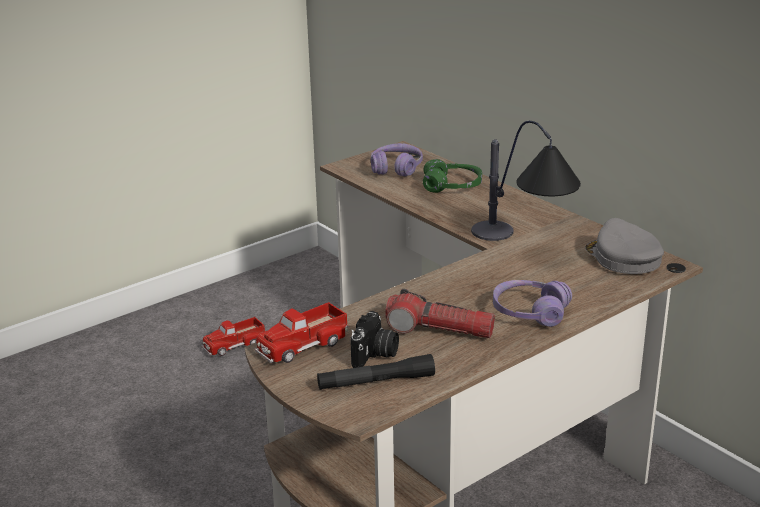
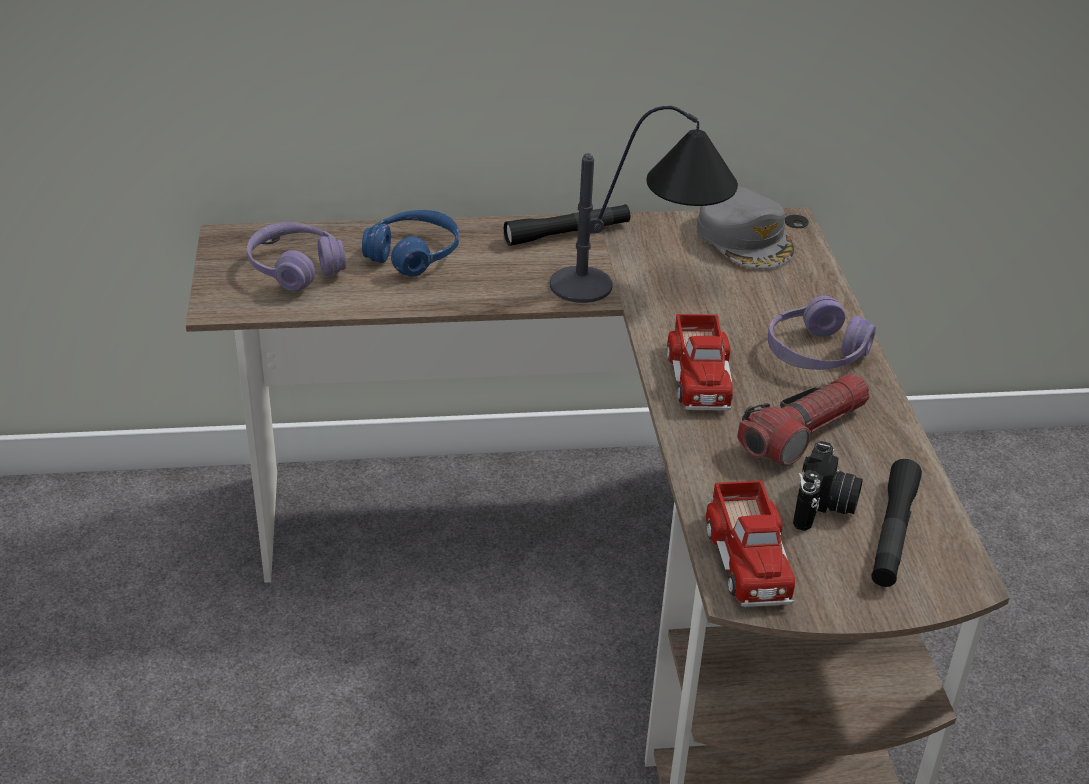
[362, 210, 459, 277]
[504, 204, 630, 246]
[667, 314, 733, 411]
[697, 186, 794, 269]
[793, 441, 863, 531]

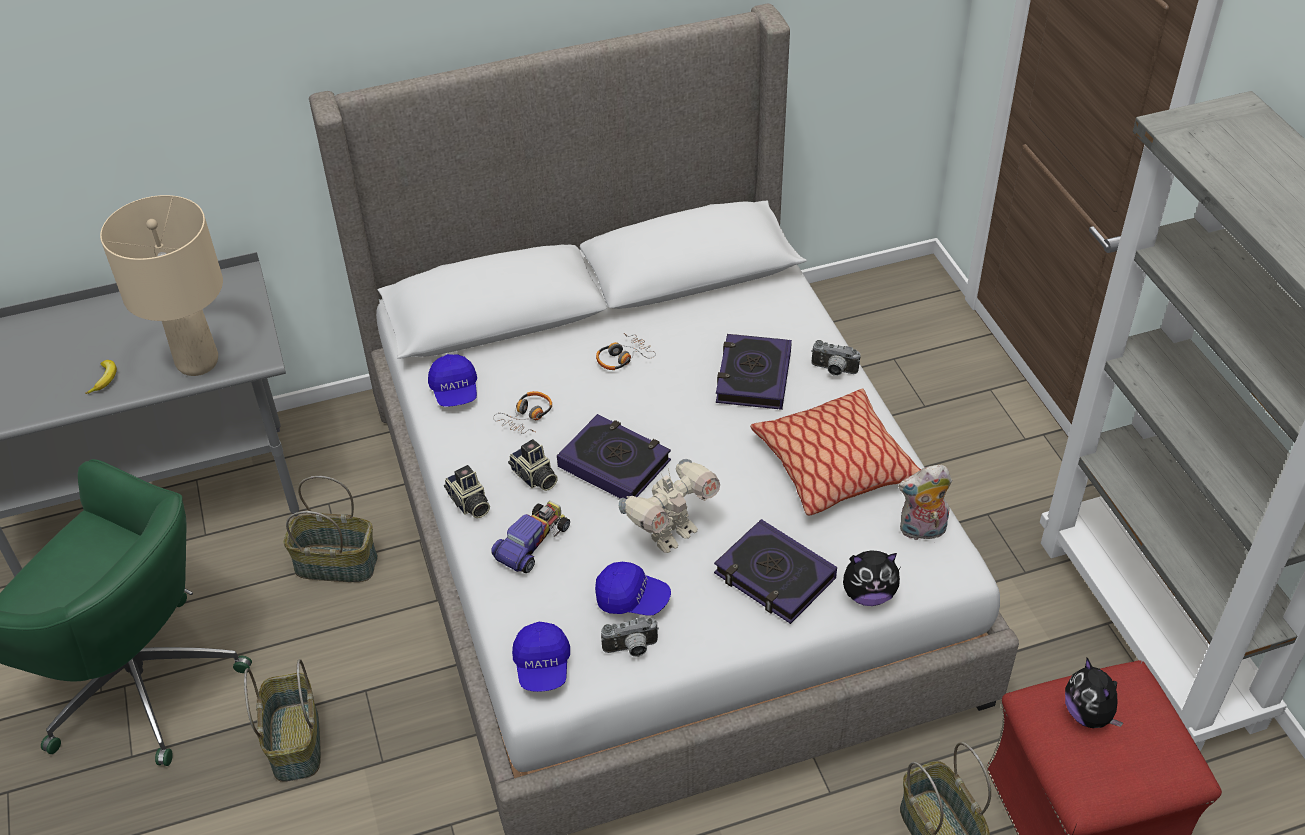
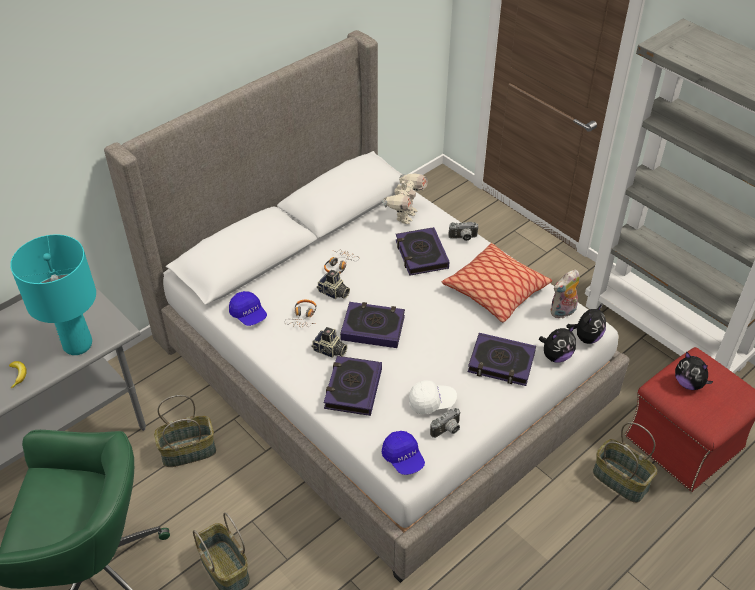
[10, 235, 96, 355]
[317, 270, 350, 299]
[324, 356, 382, 416]
[382, 173, 428, 225]
[409, 380, 457, 414]
[566, 304, 606, 344]

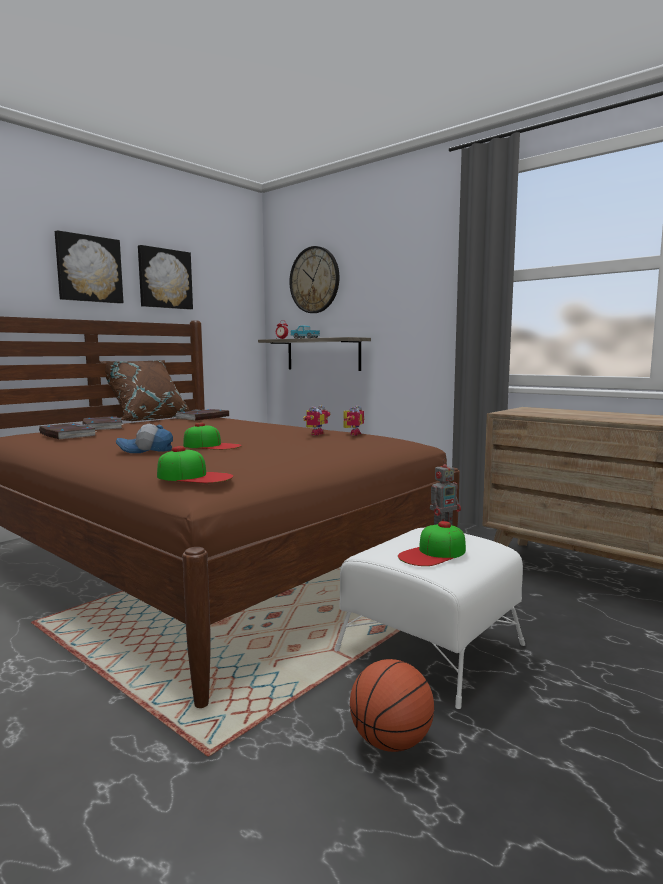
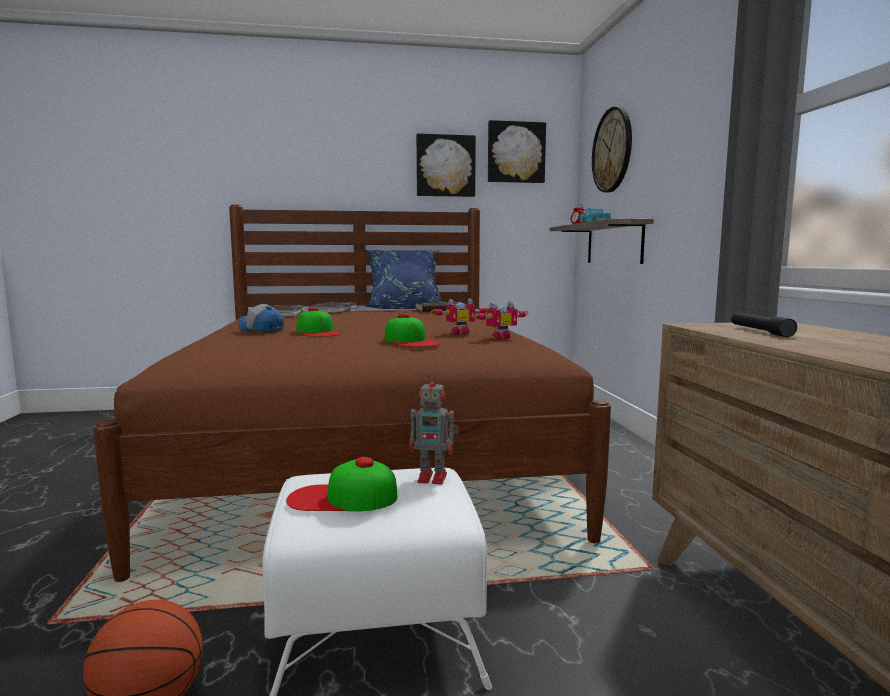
[365, 250, 442, 309]
[385, 314, 440, 347]
[488, 120, 546, 183]
[731, 313, 797, 337]

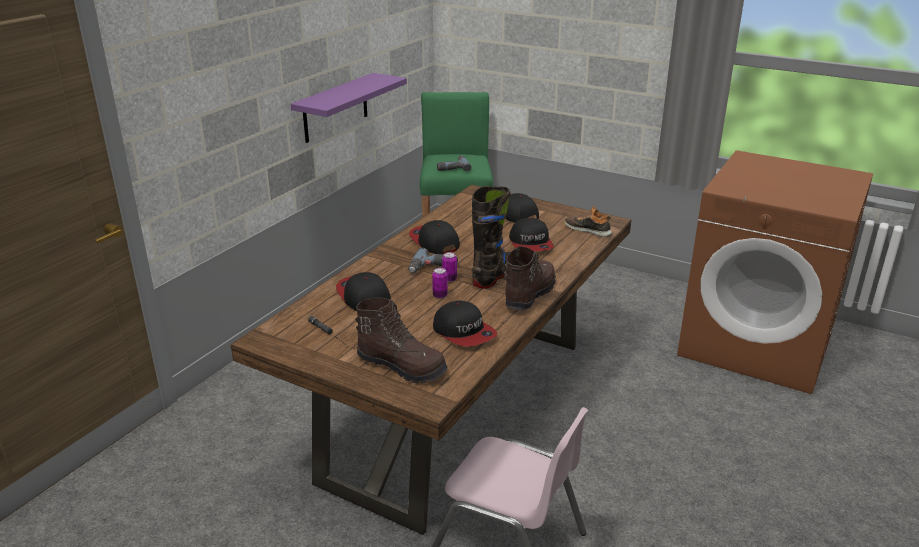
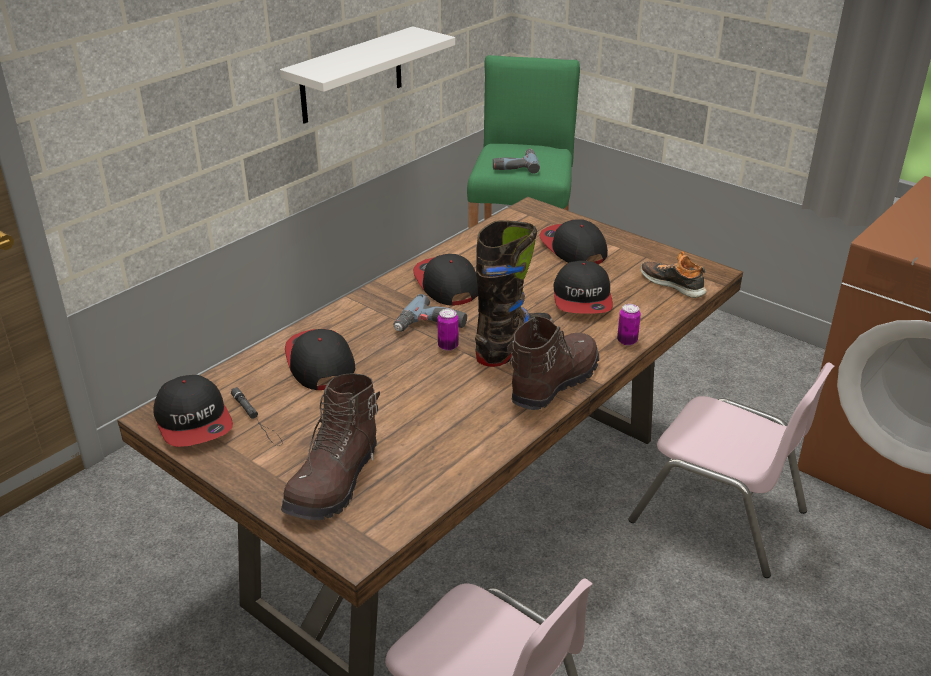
[153, 375, 233, 447]
[280, 26, 455, 124]
[281, 373, 380, 520]
[617, 304, 641, 345]
[628, 362, 835, 578]

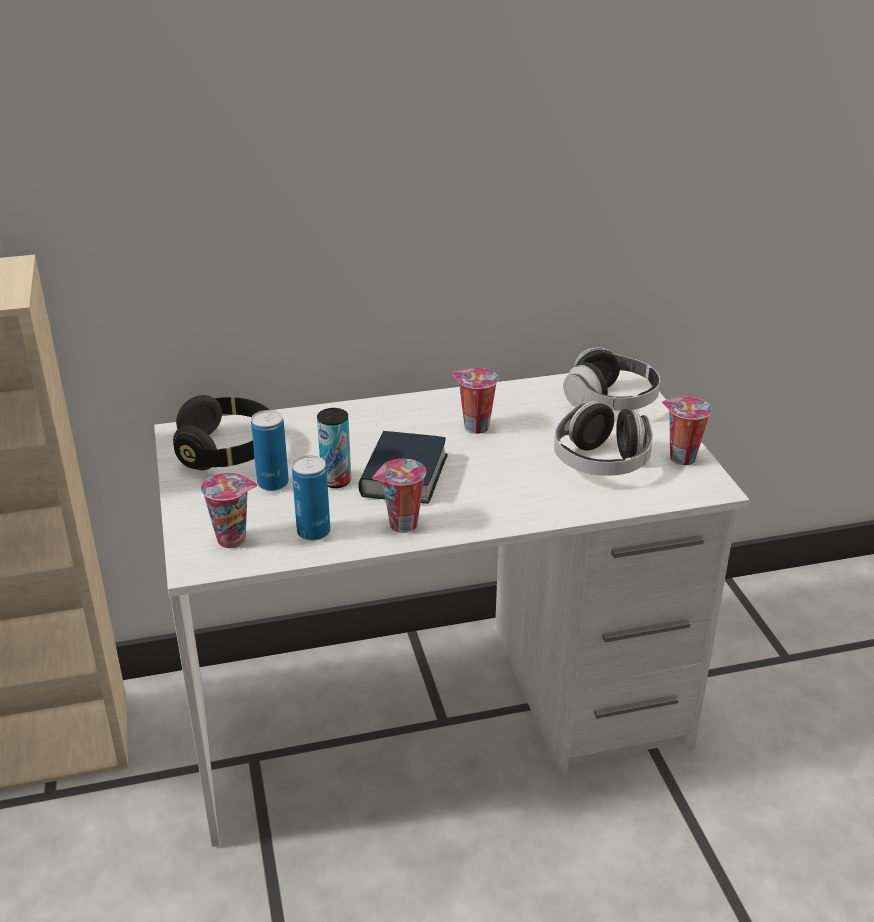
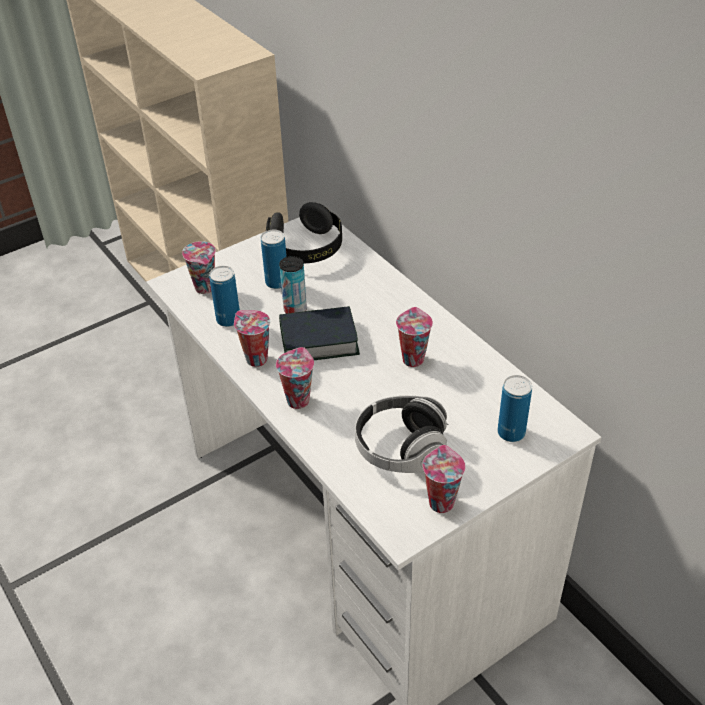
[276, 347, 314, 409]
[497, 375, 532, 442]

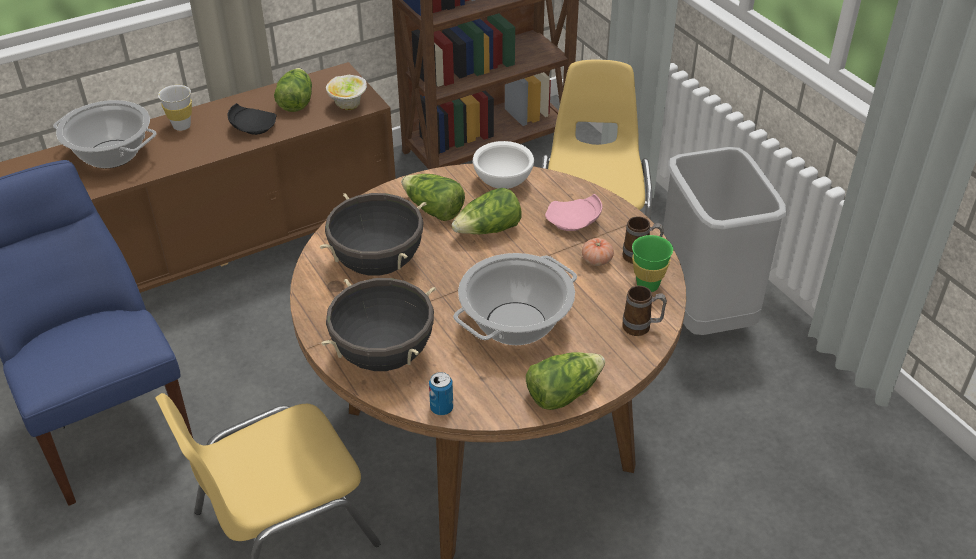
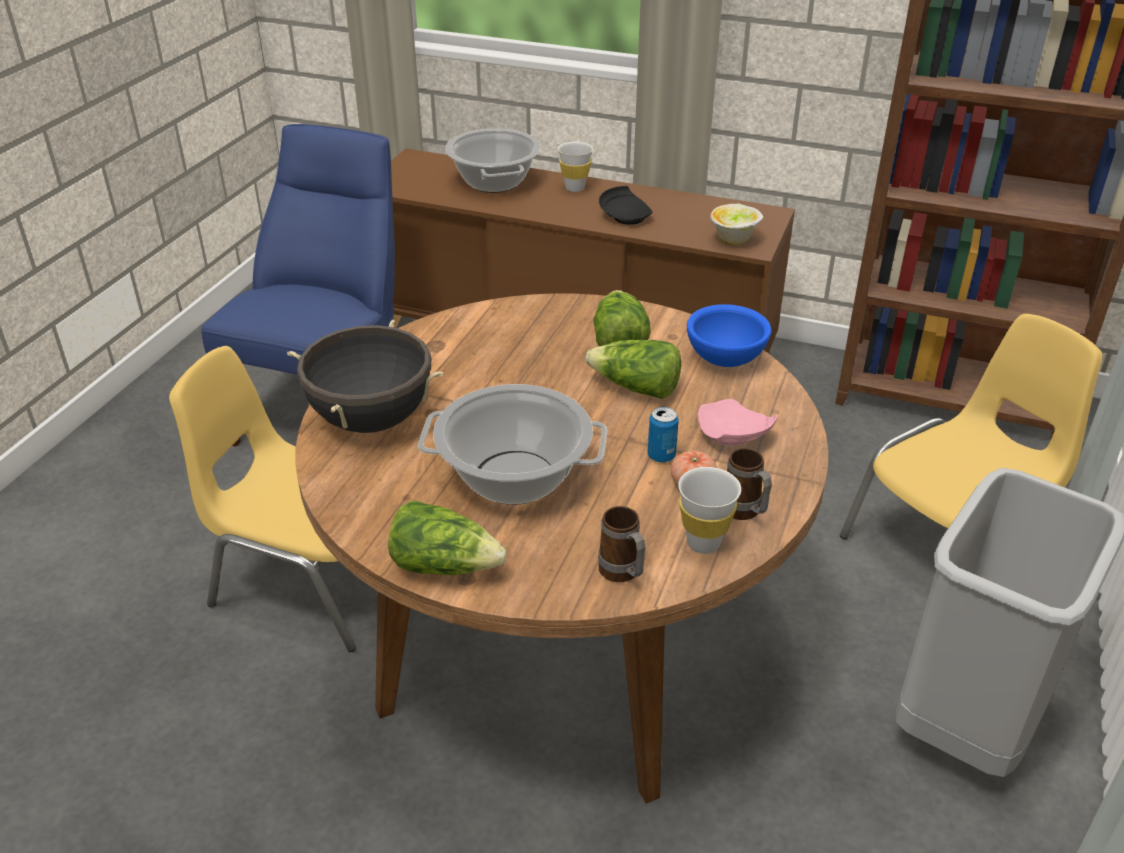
[647, 407, 679, 463]
[678, 467, 741, 554]
[687, 304, 771, 367]
[274, 68, 312, 112] (first image)
[319, 193, 426, 276] (first image)

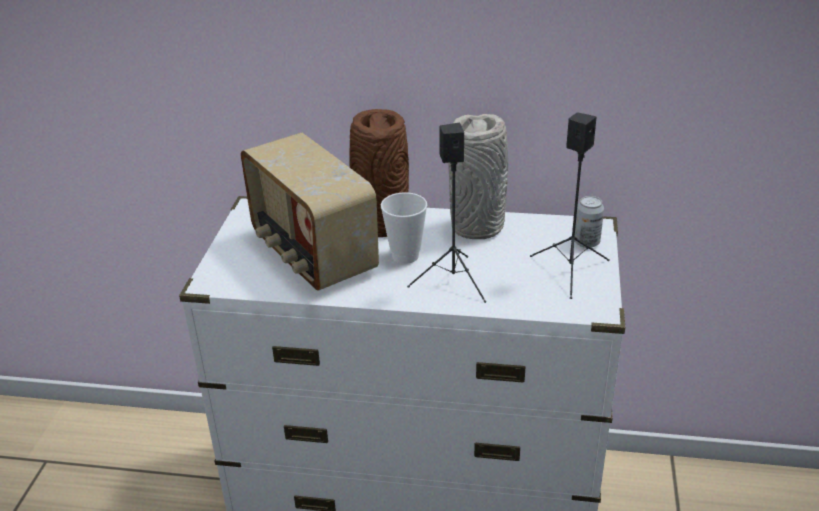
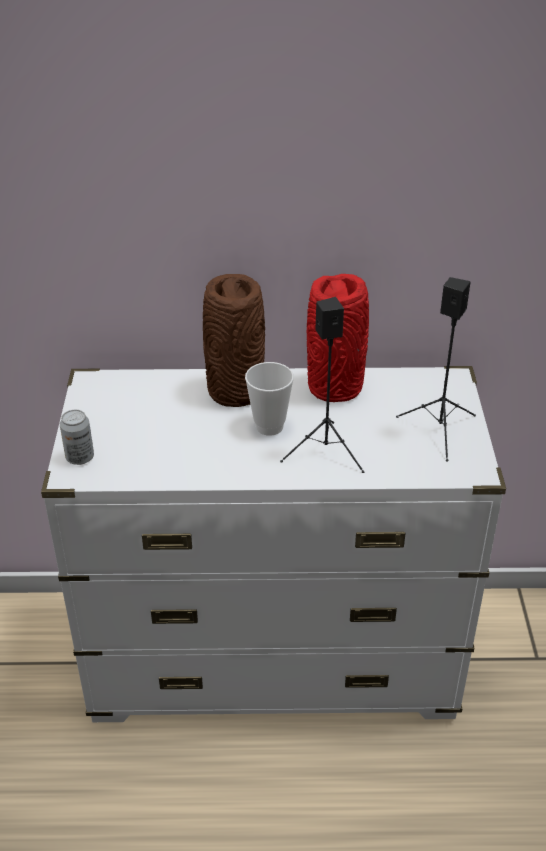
[60, 410, 94, 465]
[307, 274, 369, 402]
[241, 132, 379, 291] (first image)

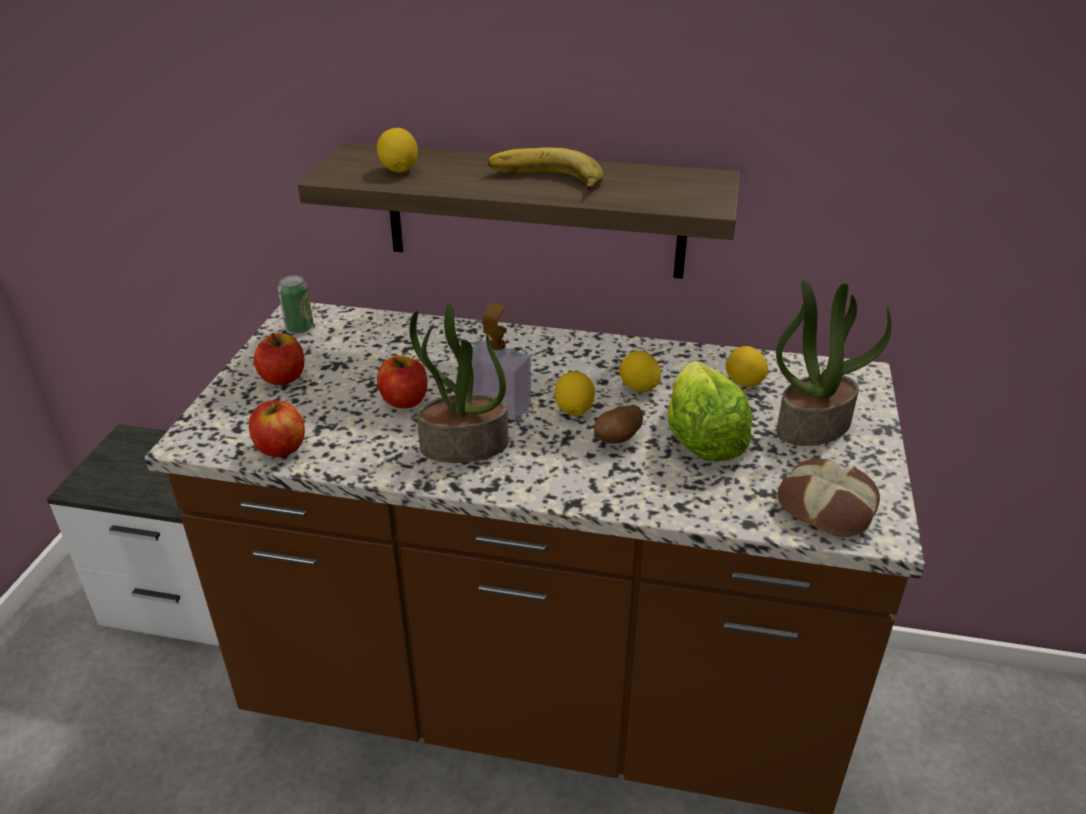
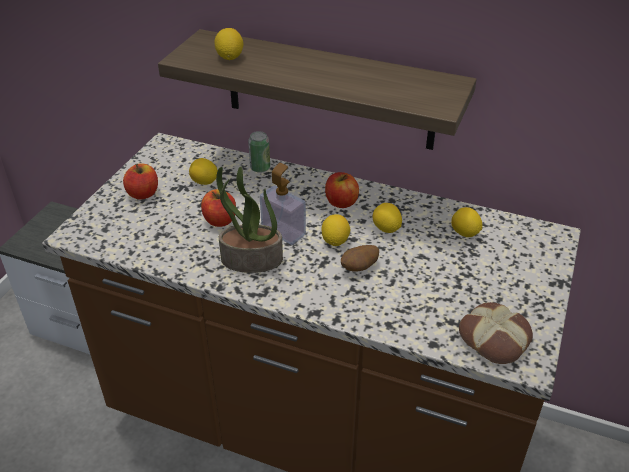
[189, 158, 218, 185]
[248, 131, 270, 173]
[325, 172, 359, 208]
[488, 147, 604, 191] (first image)
[668, 361, 753, 462] (first image)
[776, 280, 892, 446] (first image)

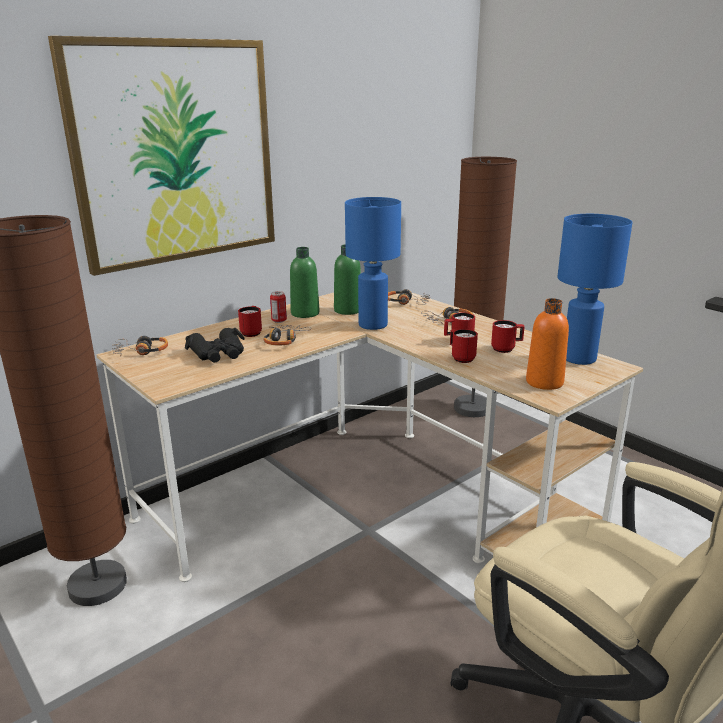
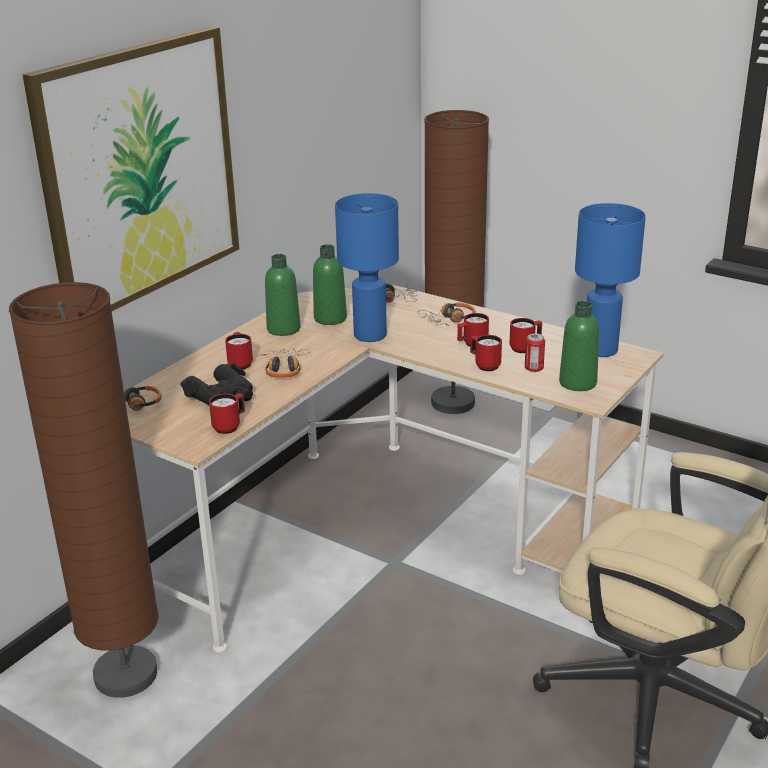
[209, 393, 245, 434]
[525, 333, 545, 372]
[559, 301, 599, 391]

